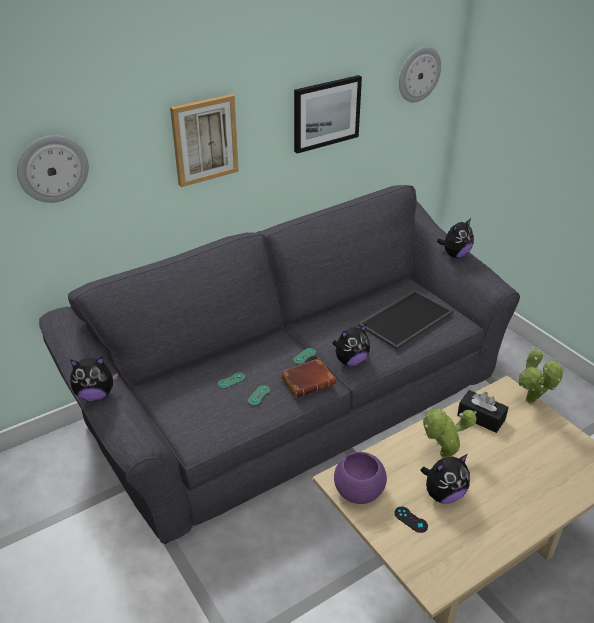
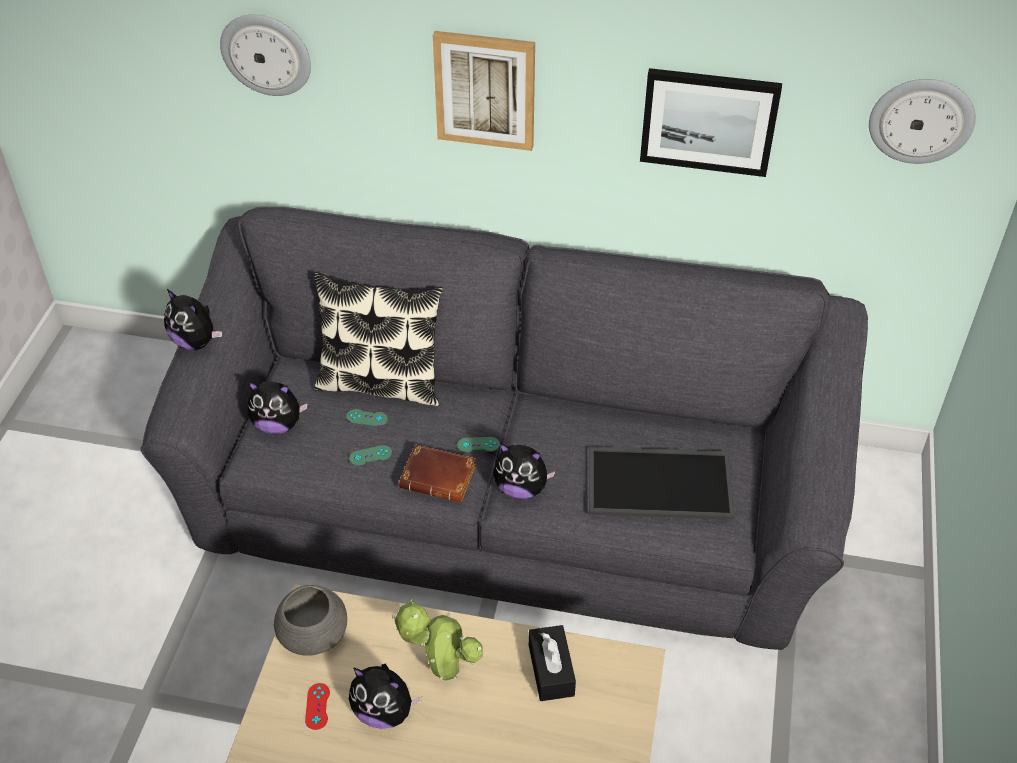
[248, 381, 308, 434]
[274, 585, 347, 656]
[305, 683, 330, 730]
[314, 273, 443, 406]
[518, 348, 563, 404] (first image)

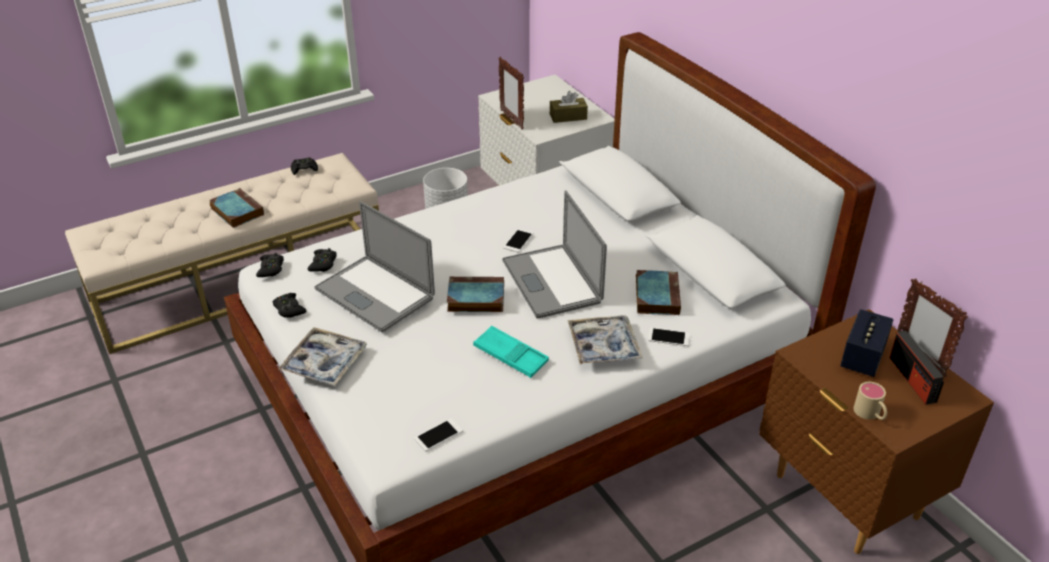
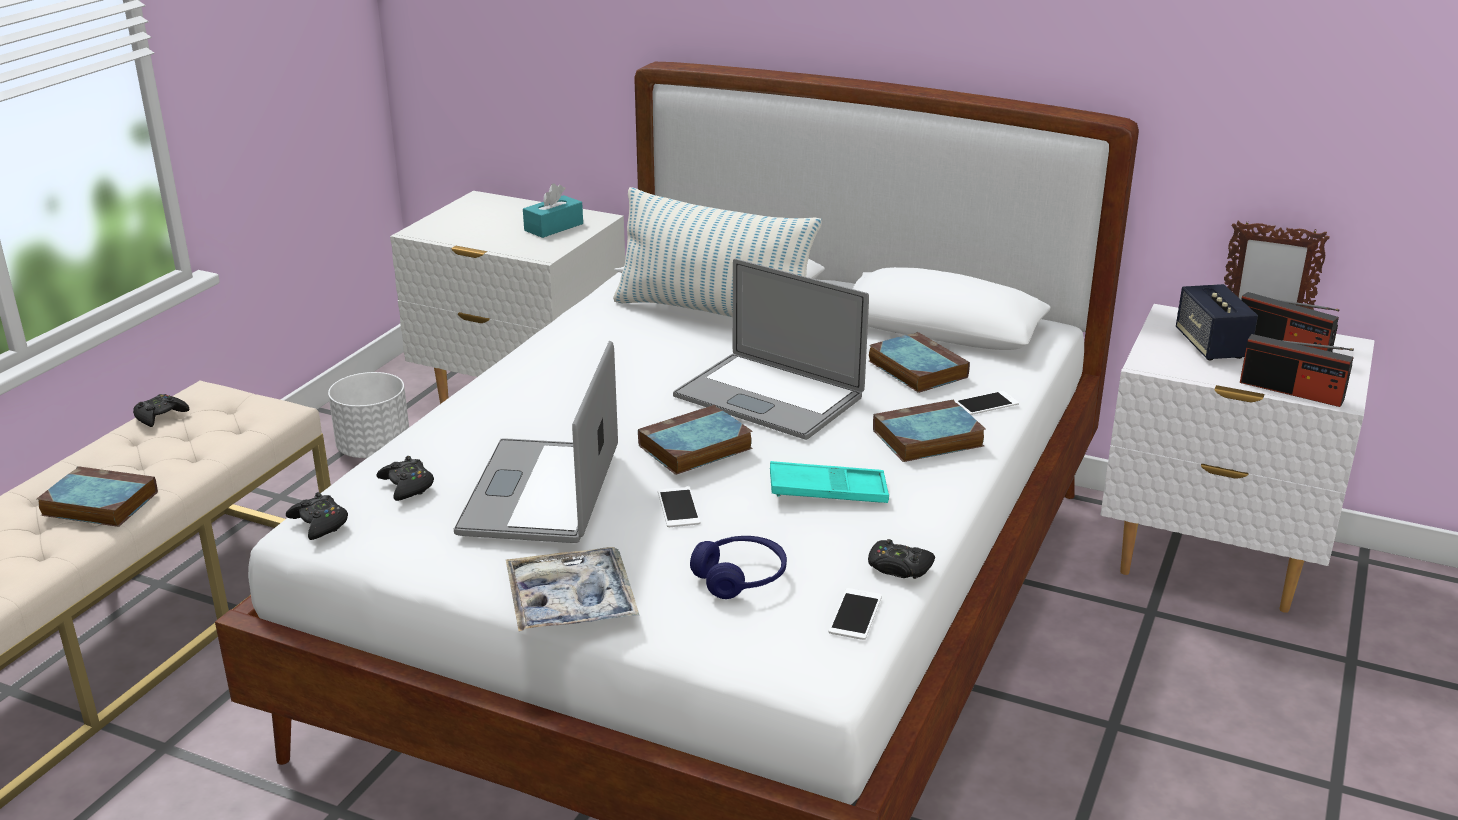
[454, 341, 618, 543]
[523, 184, 583, 238]
[613, 187, 822, 317]
[658, 487, 701, 527]
[690, 536, 787, 599]
[868, 539, 935, 579]
[873, 399, 986, 462]
[1101, 304, 1375, 613]
[1240, 334, 1354, 407]
[498, 57, 524, 130] (first image)

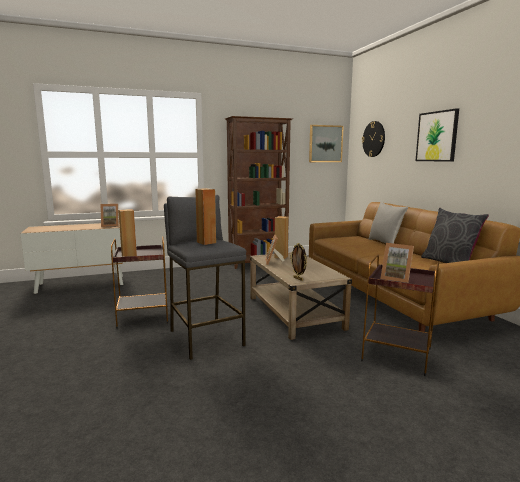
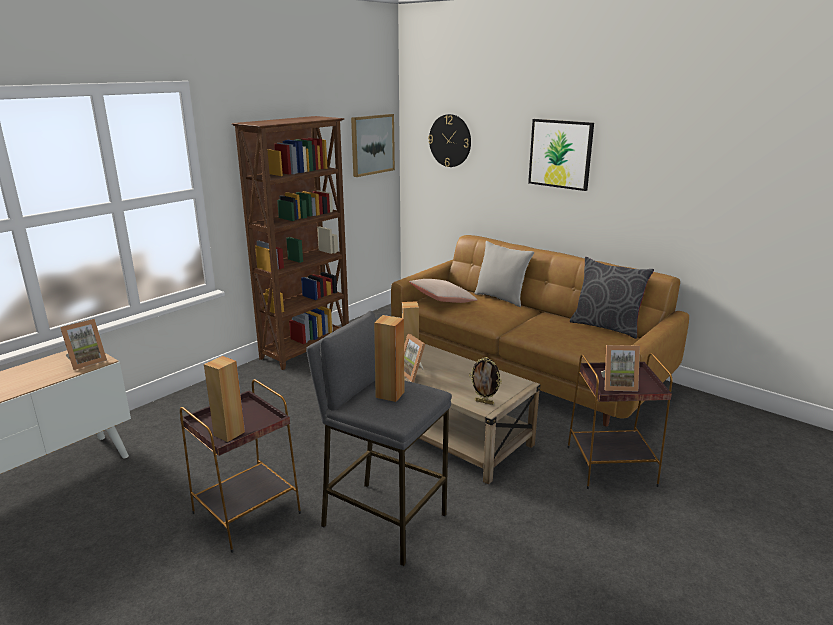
[409, 279, 478, 303]

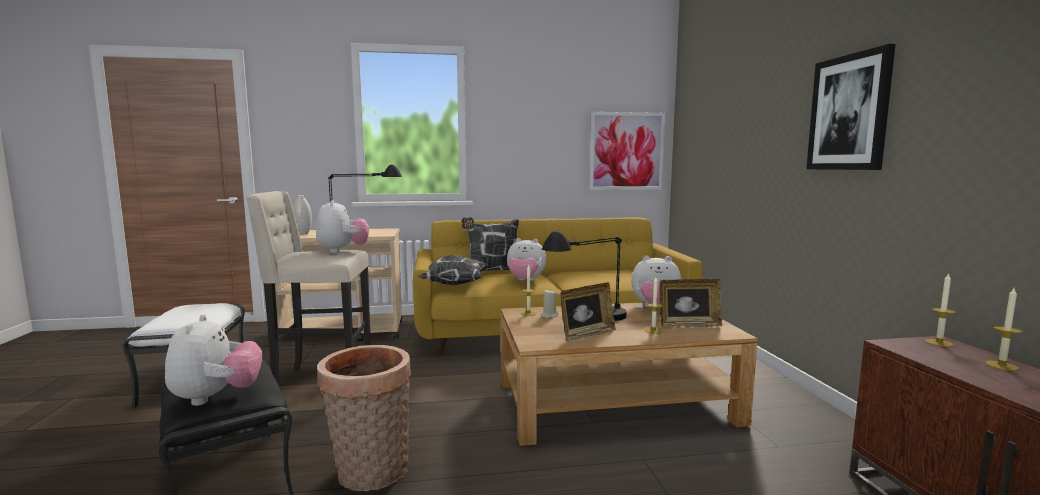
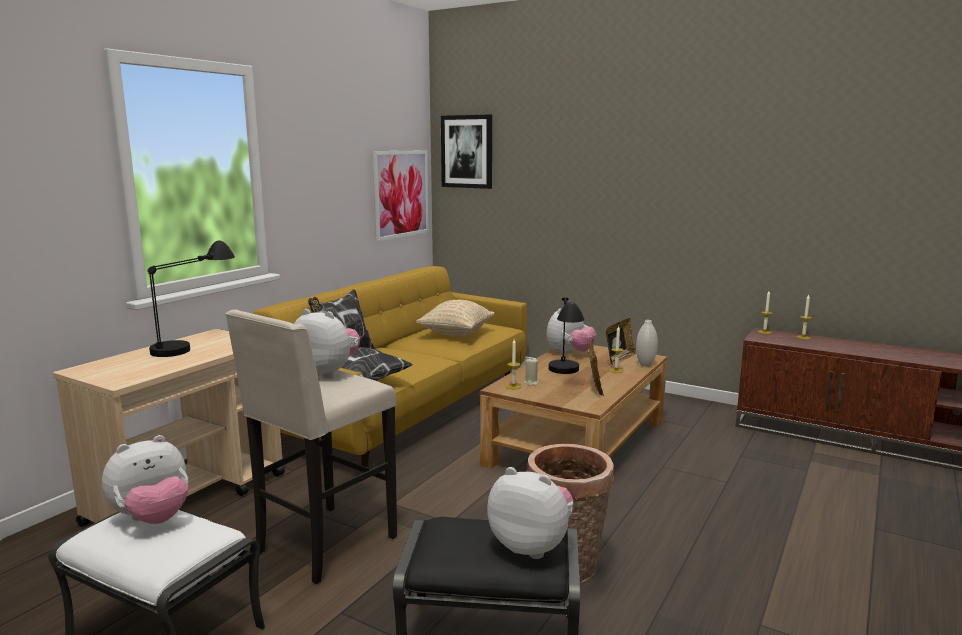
[102, 435, 188, 524]
[416, 300, 495, 337]
[441, 115, 492, 189]
[636, 320, 658, 367]

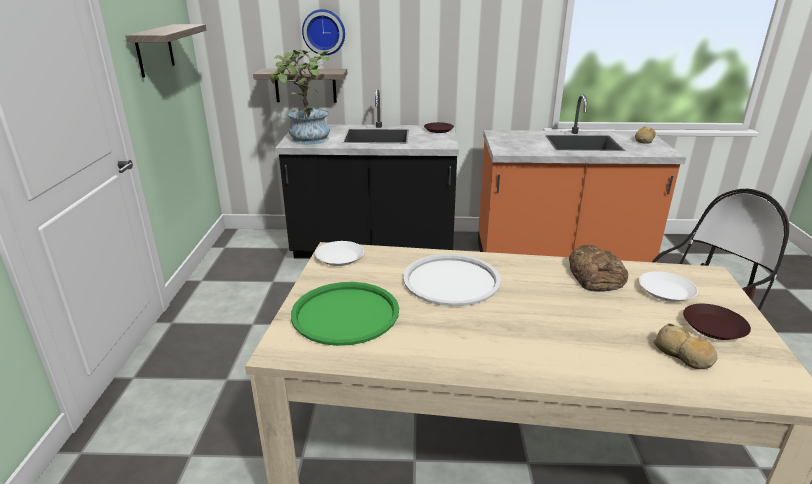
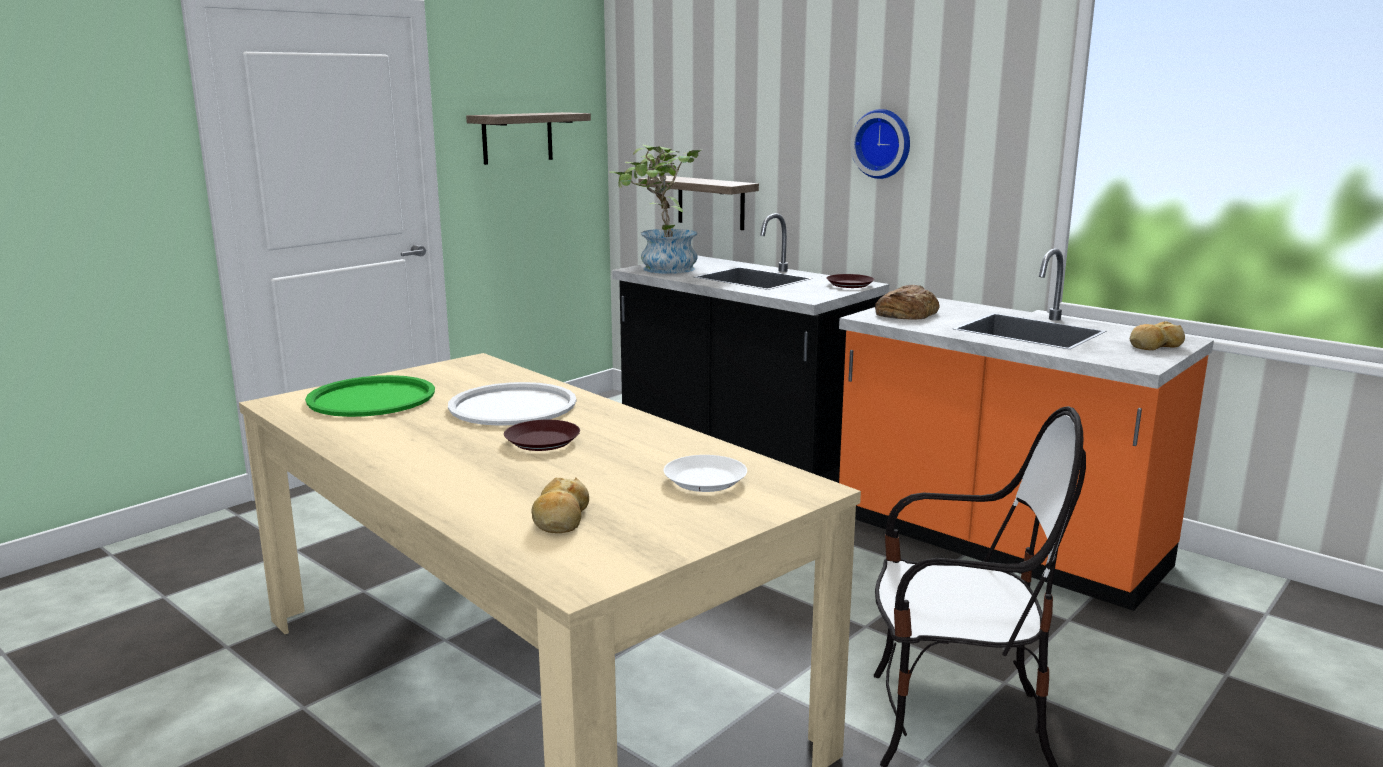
[504, 420, 580, 451]
[850, 109, 910, 179]
[875, 285, 939, 320]
[315, 241, 364, 266] (first image)

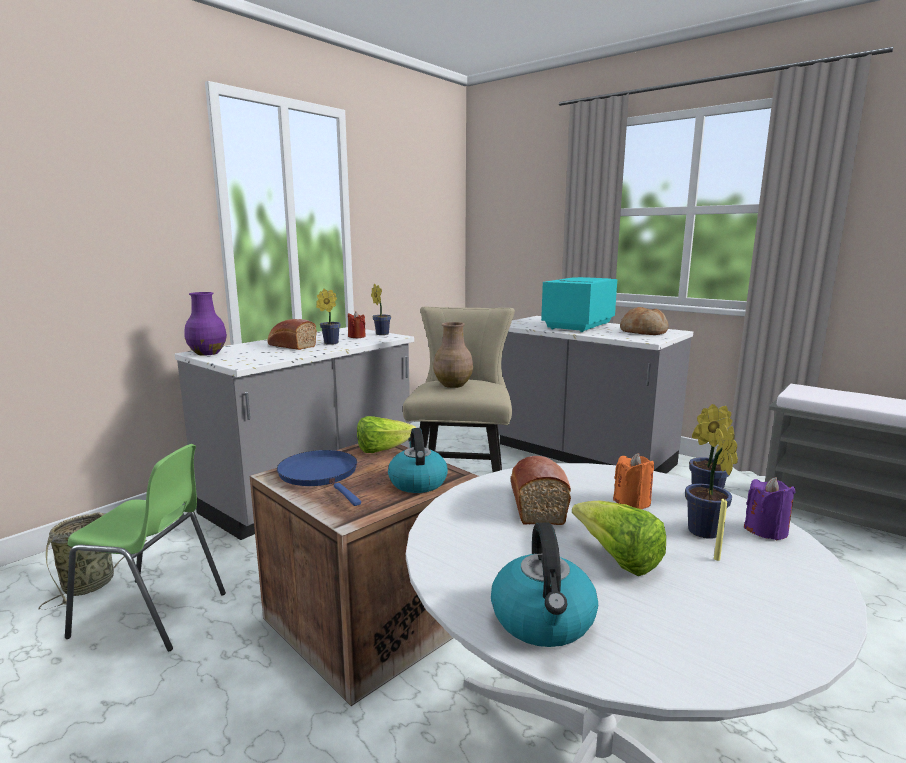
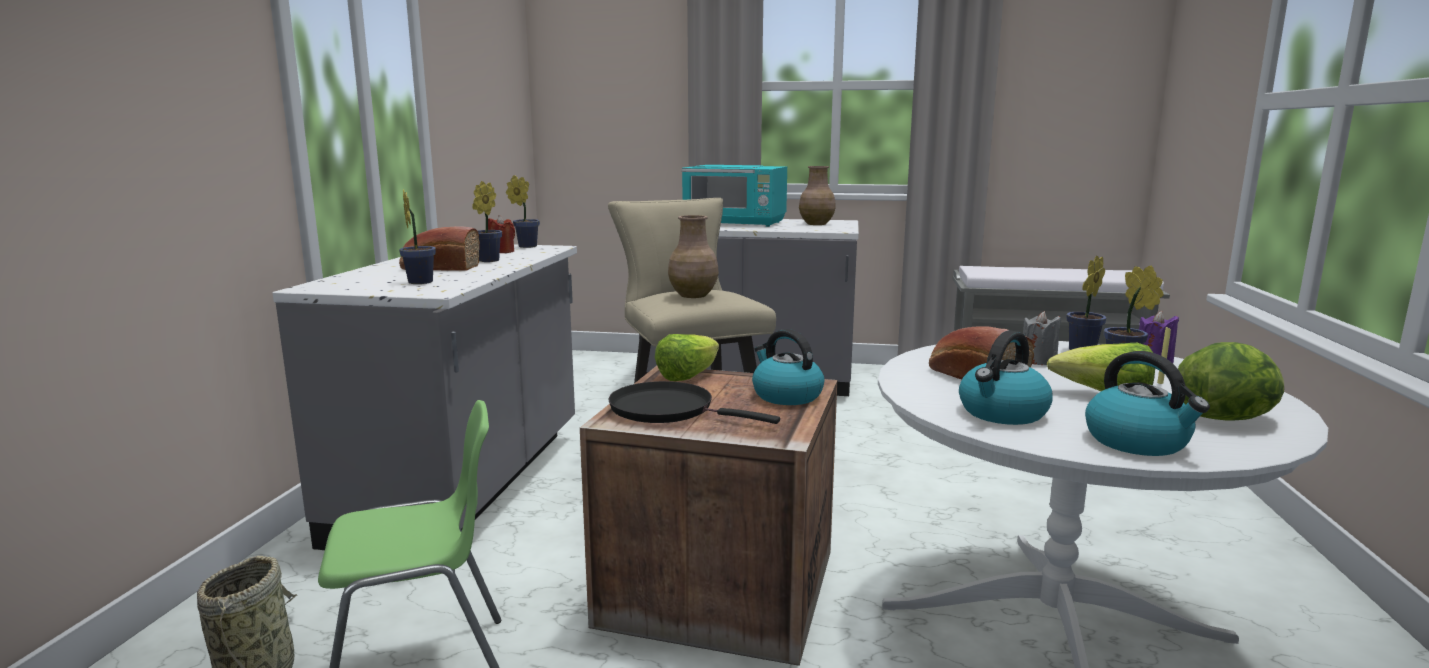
[399, 189, 436, 284]
[609, 381, 780, 424]
[681, 165, 787, 227]
[799, 166, 836, 225]
[959, 330, 1053, 425]
[1023, 311, 1061, 365]
[1178, 342, 1284, 420]
[184, 292, 227, 356] (first image)

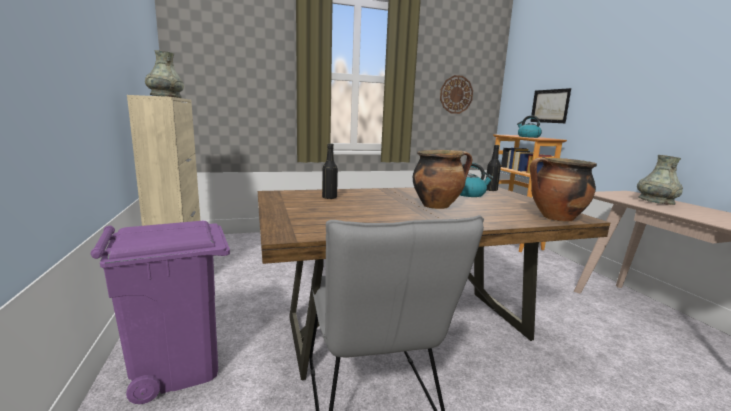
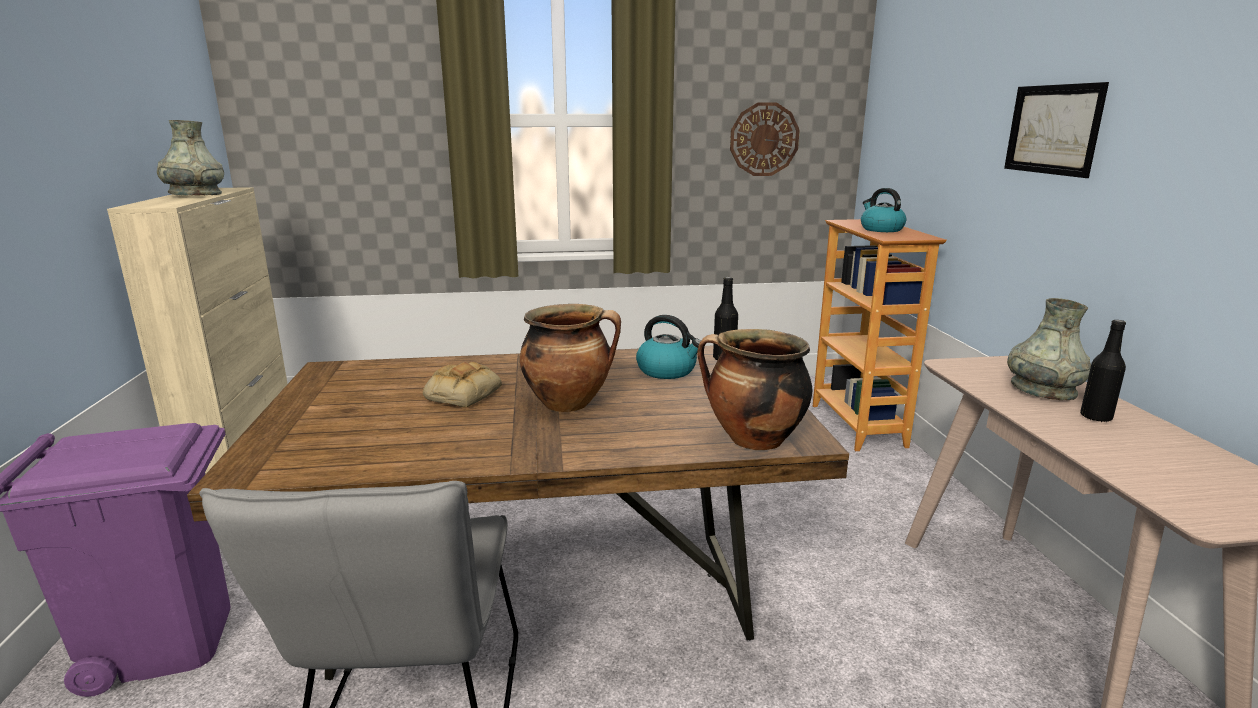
[423, 362, 502, 407]
[1004, 82, 1109, 178]
[1080, 320, 1126, 422]

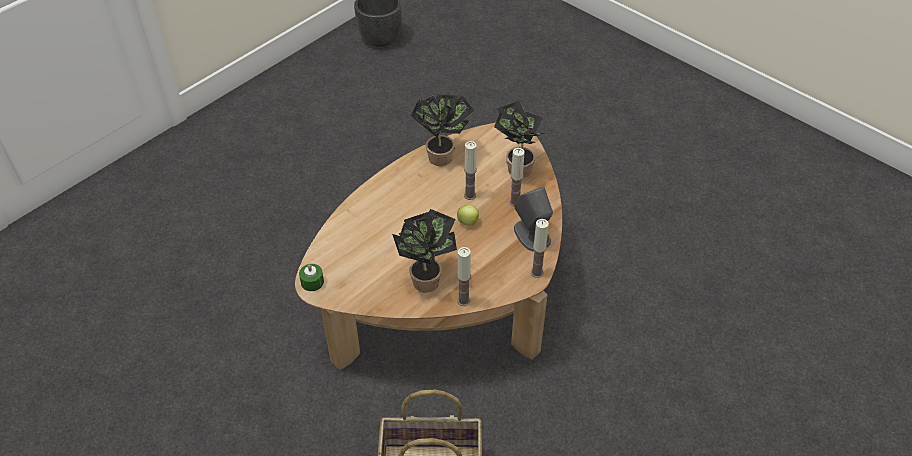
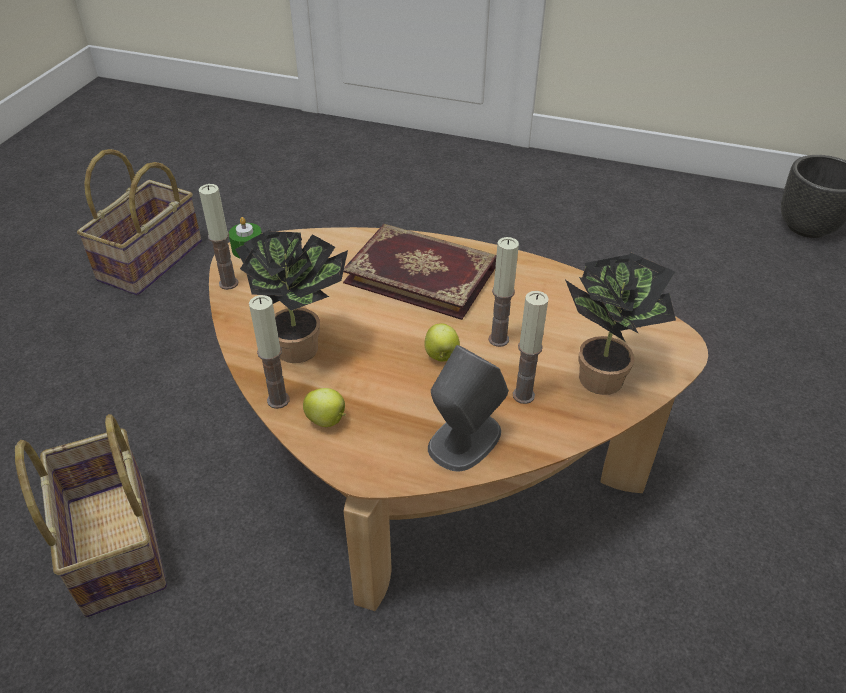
[77, 149, 202, 295]
[199, 184, 238, 290]
[303, 388, 346, 427]
[343, 224, 496, 320]
[410, 94, 475, 166] (first image)

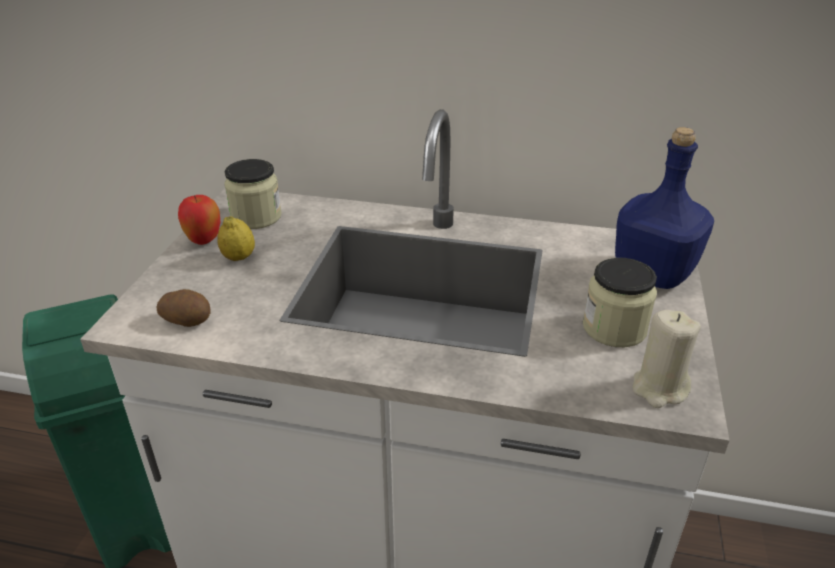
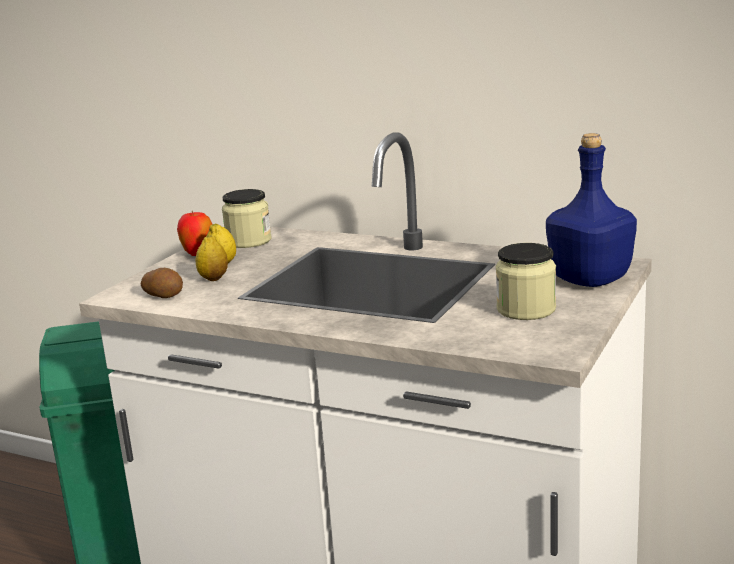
[196, 235, 228, 281]
[632, 310, 701, 408] (first image)

